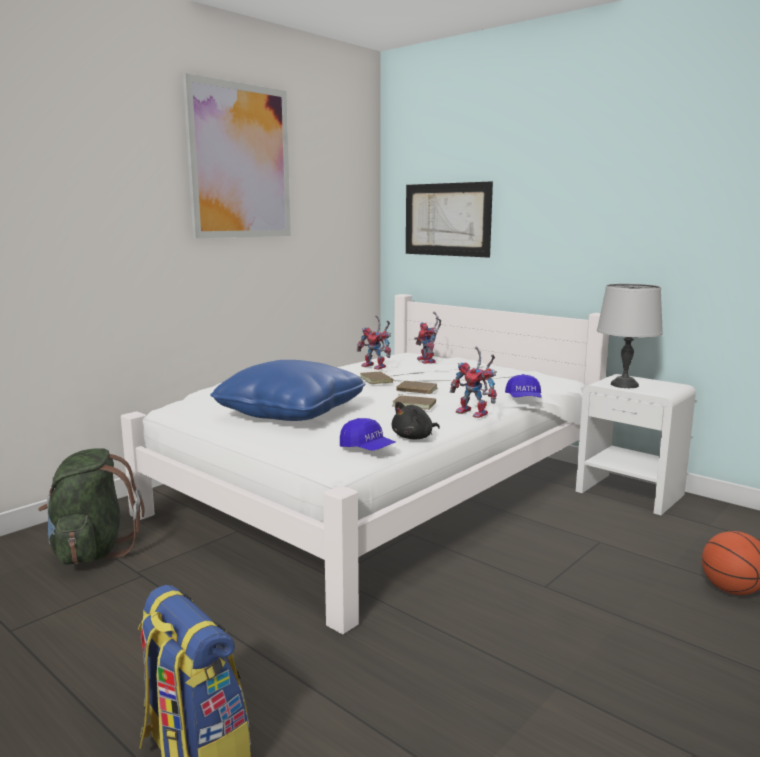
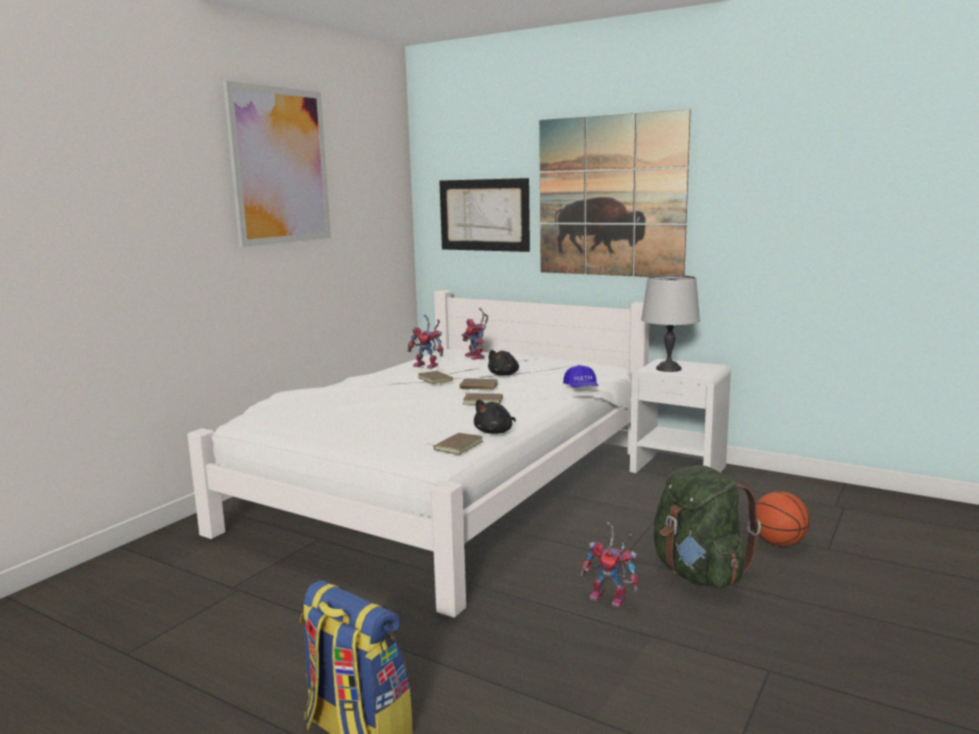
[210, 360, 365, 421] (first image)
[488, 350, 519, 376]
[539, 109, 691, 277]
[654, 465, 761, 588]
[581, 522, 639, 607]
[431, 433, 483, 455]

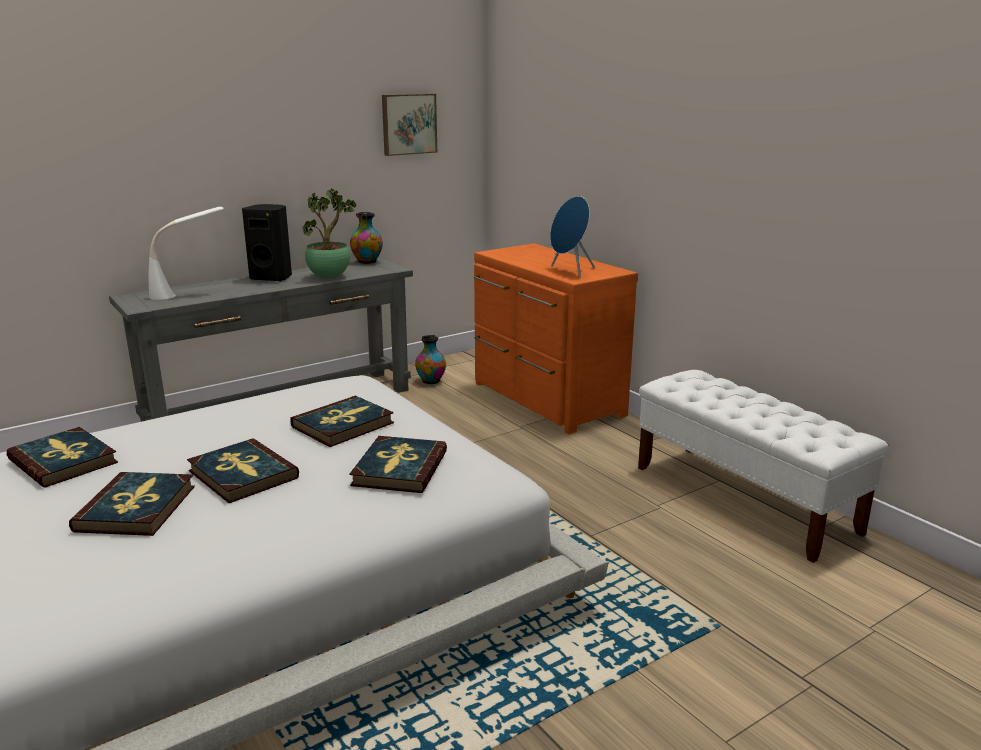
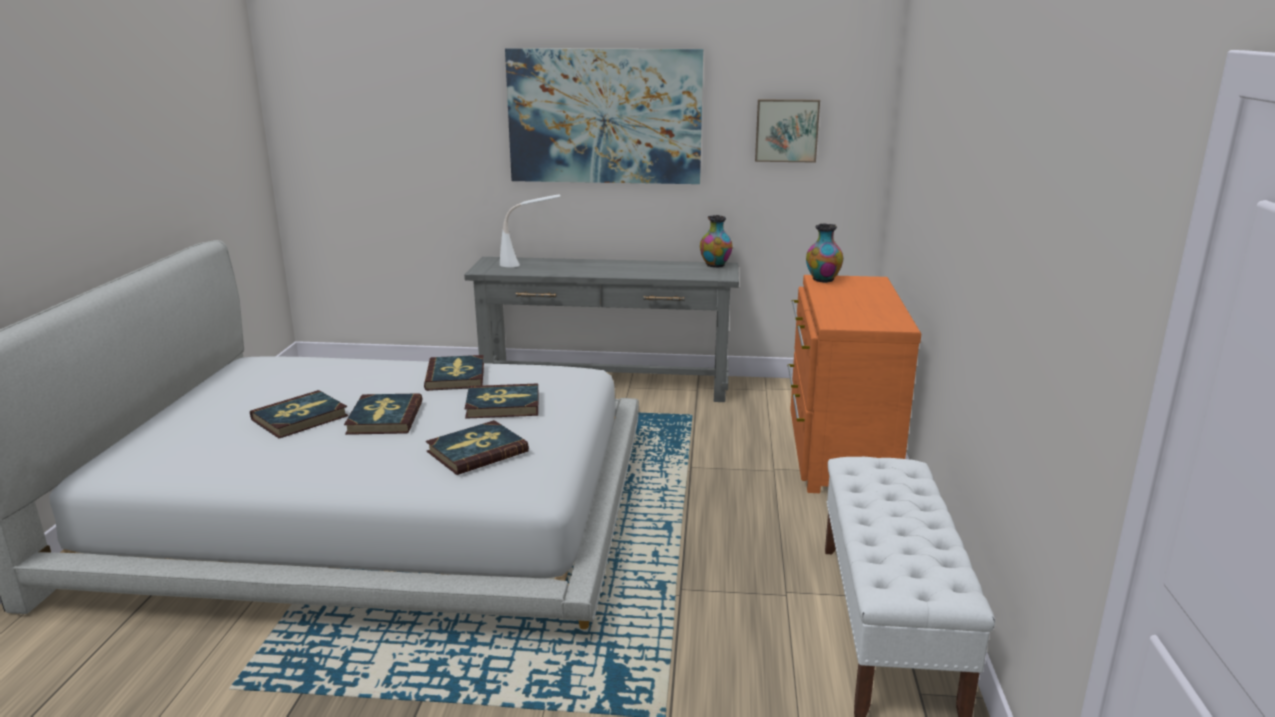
[242, 204, 292, 282] (first image)
[303, 188, 356, 278] (first image)
[550, 196, 595, 278] (first image)
[505, 48, 703, 184]
[424, 355, 484, 391]
[806, 223, 843, 283]

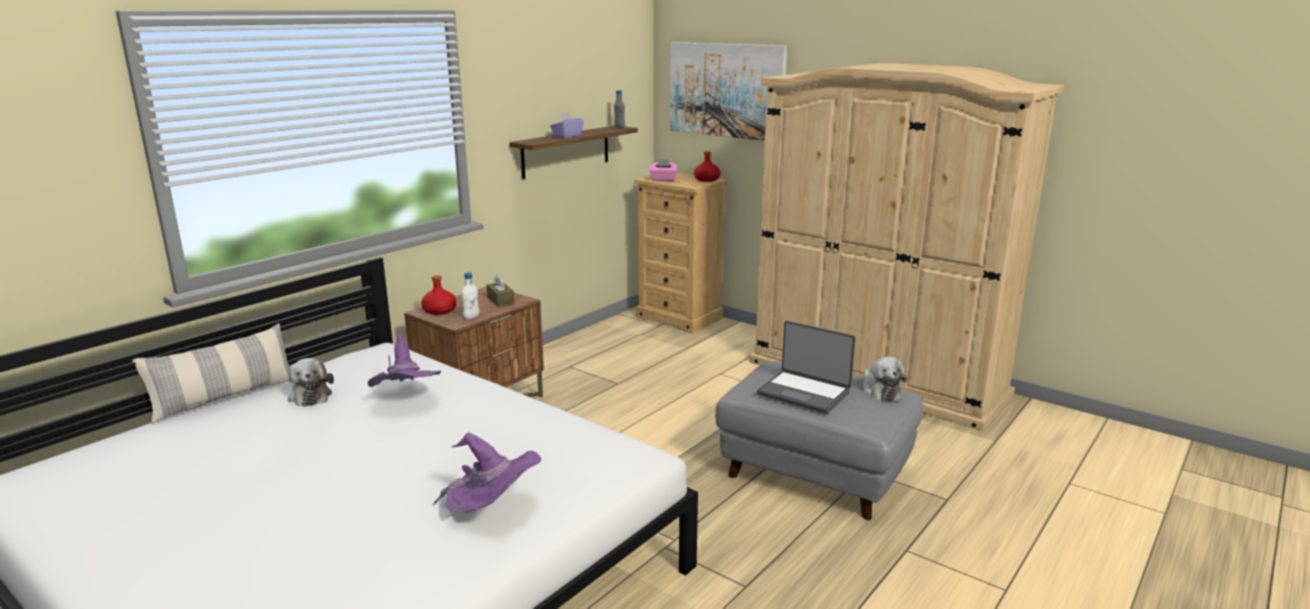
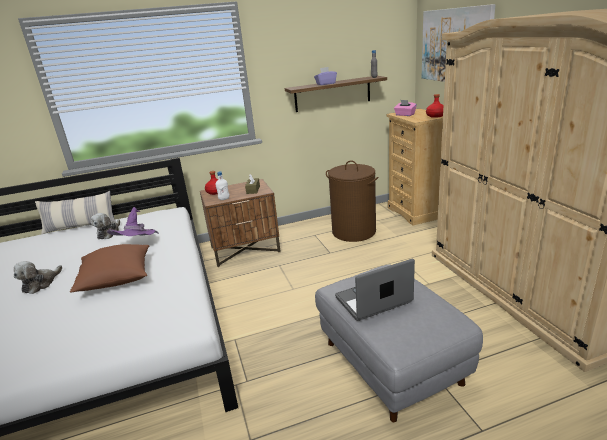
[432, 432, 541, 513] (first image)
[70, 244, 149, 292]
[326, 160, 378, 242]
[14, 261, 62, 294]
[335, 259, 415, 321]

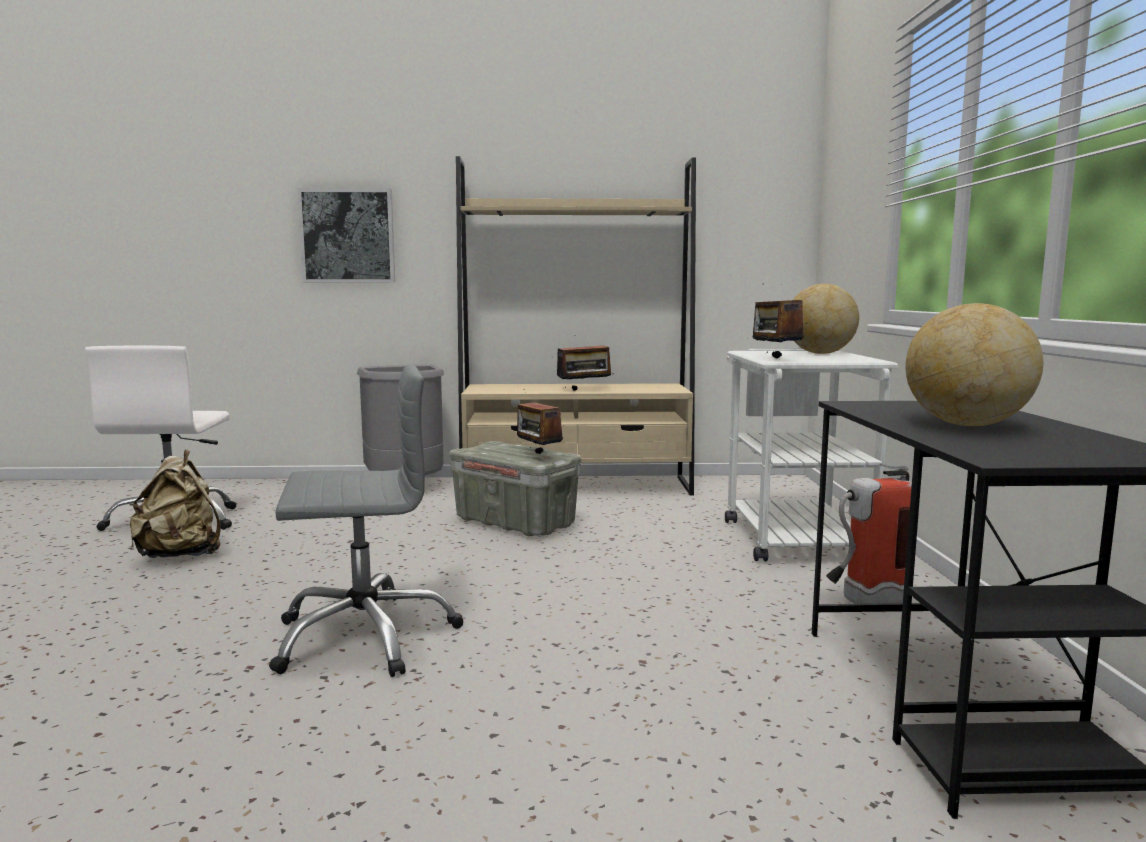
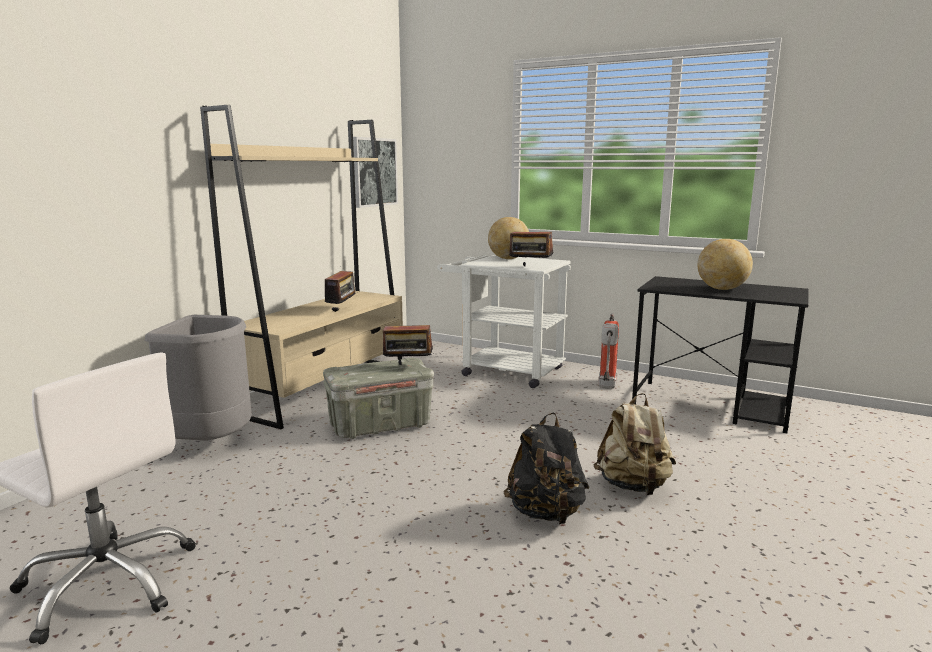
[593, 393, 676, 495]
[353, 137, 398, 208]
[503, 413, 589, 524]

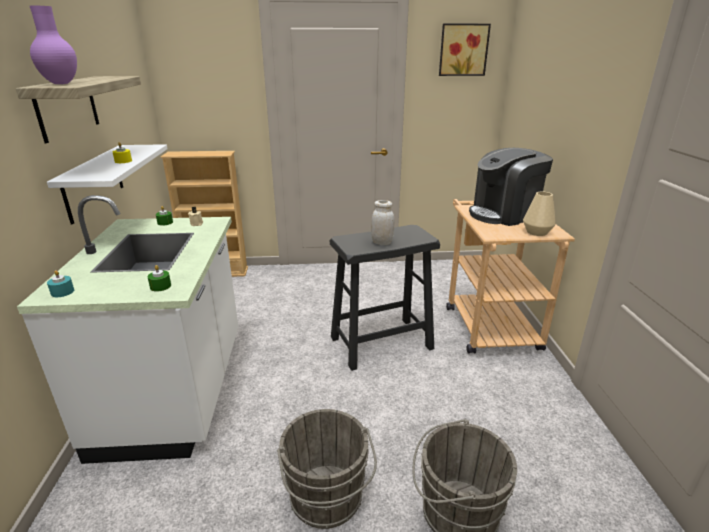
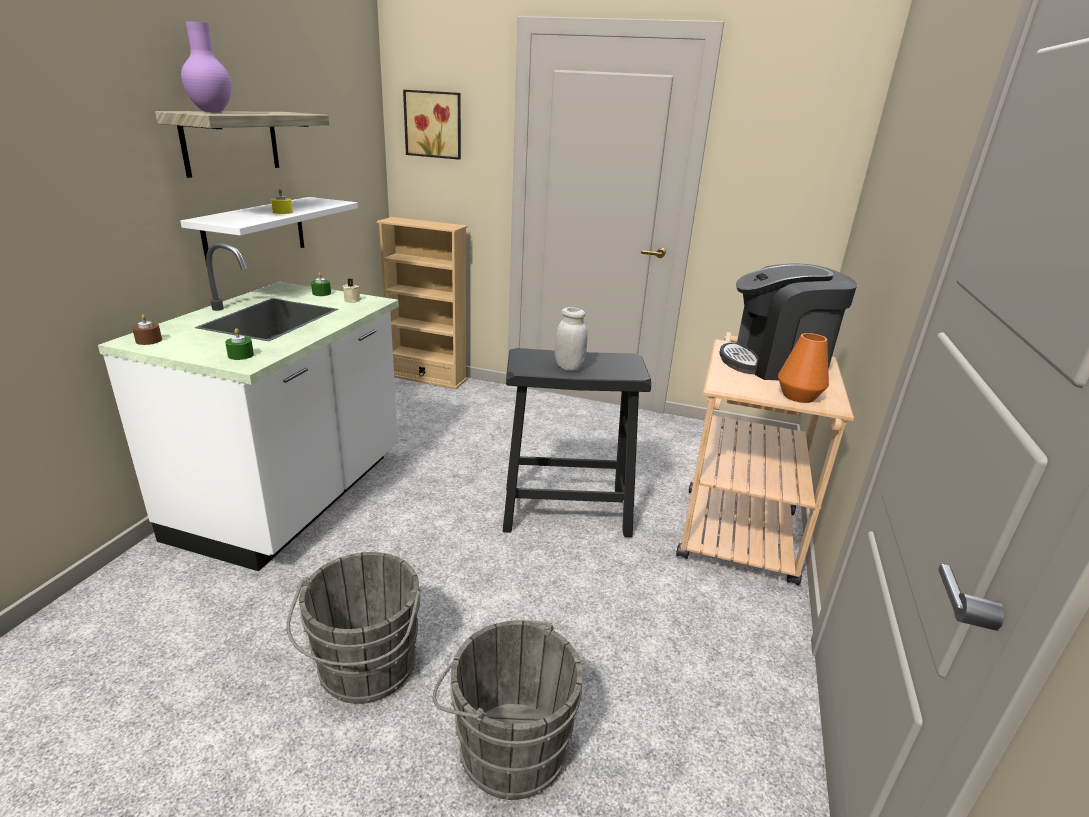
[403, 90, 461, 160]
[132, 314, 162, 345]
[778, 333, 829, 403]

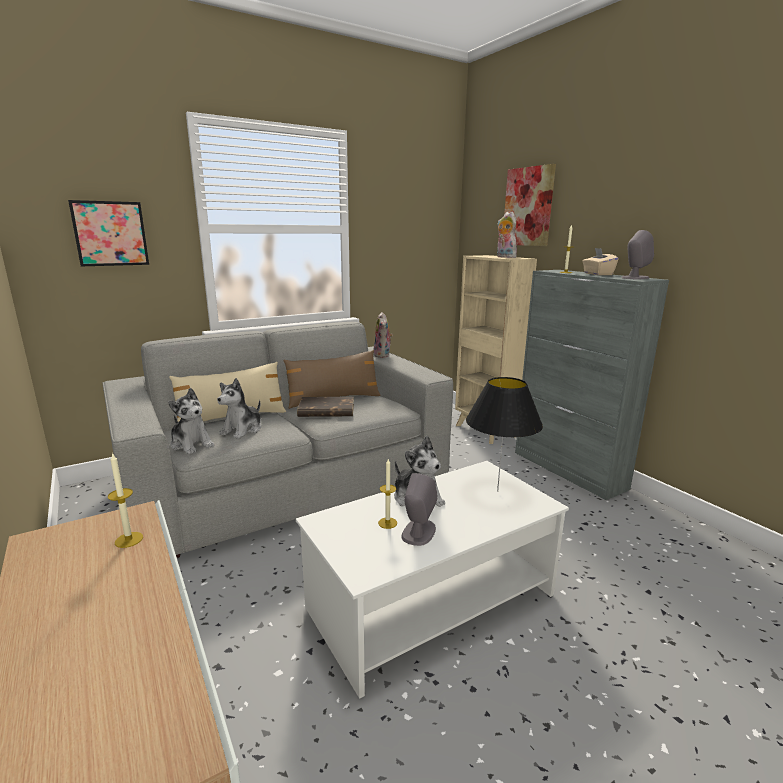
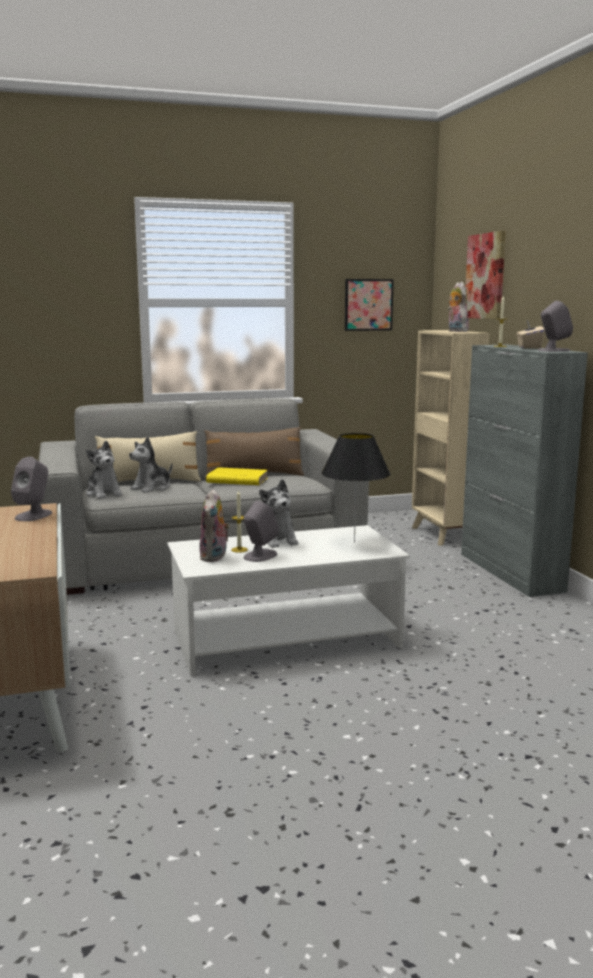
[345, 279, 394, 331]
[199, 489, 230, 562]
[11, 457, 52, 521]
[206, 467, 268, 485]

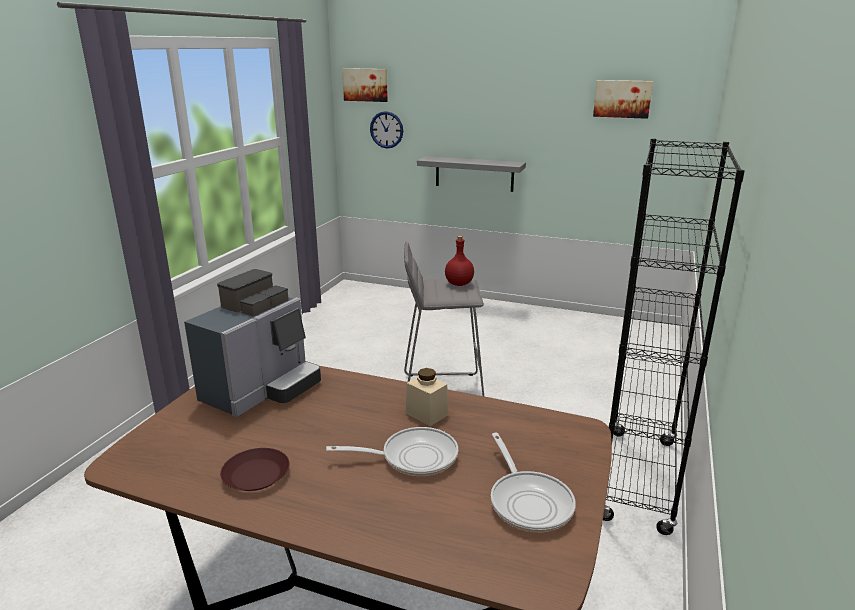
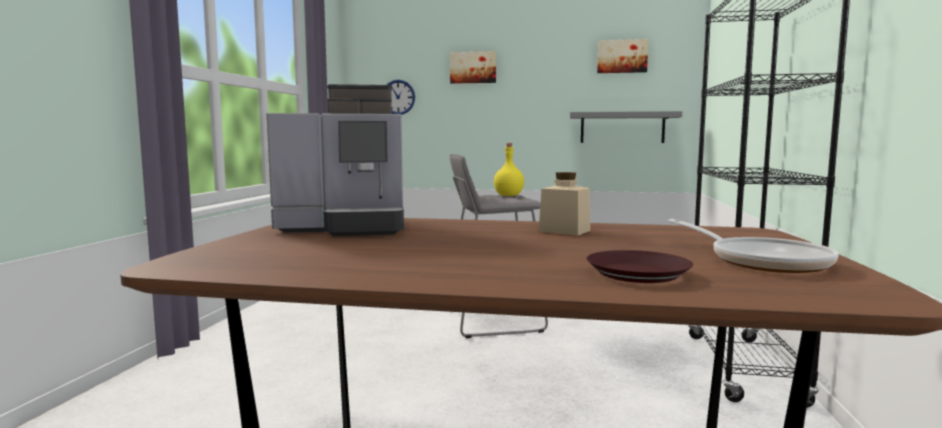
[326, 427, 458, 476] (first image)
[586, 250, 693, 283]
[450, 51, 496, 84]
[570, 111, 682, 143]
[494, 143, 524, 196]
[267, 84, 404, 236]

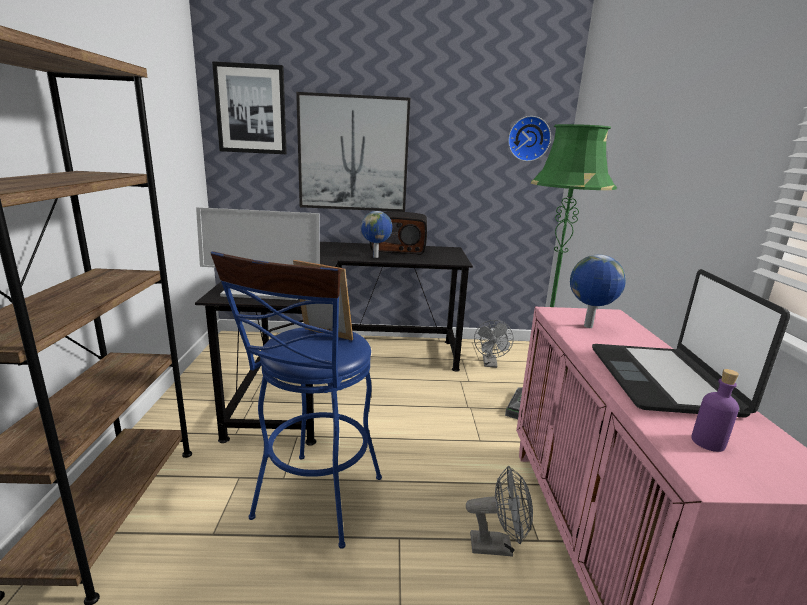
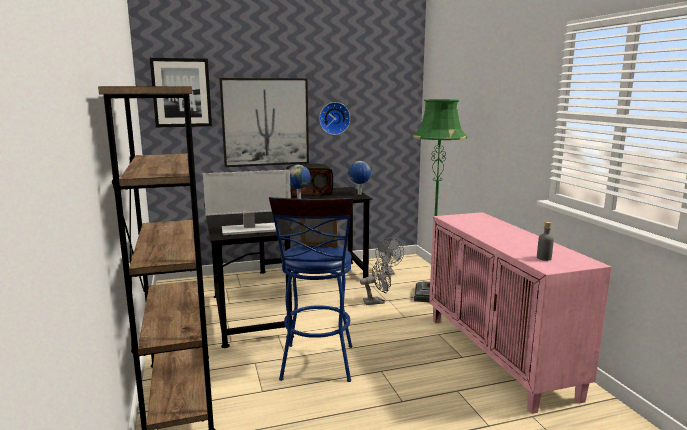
[592, 269, 790, 418] (first image)
[360, 260, 391, 305]
[319, 102, 350, 135]
[348, 161, 371, 195]
[537, 222, 554, 261]

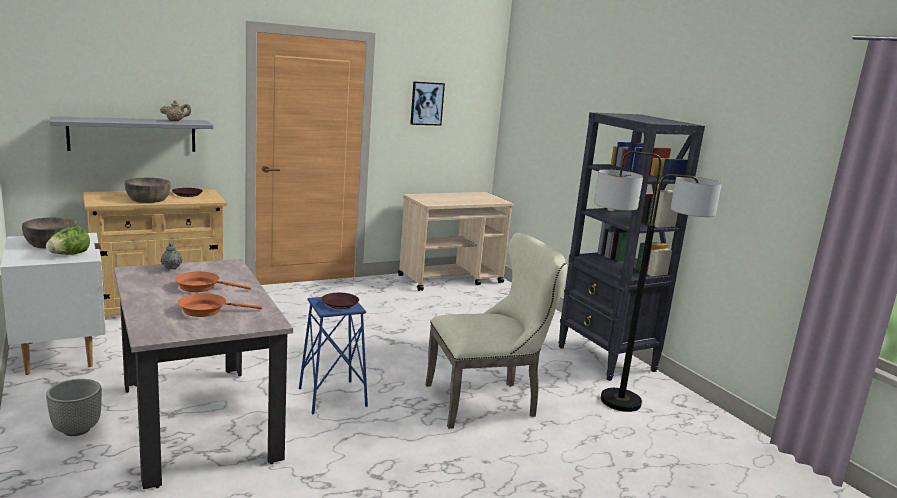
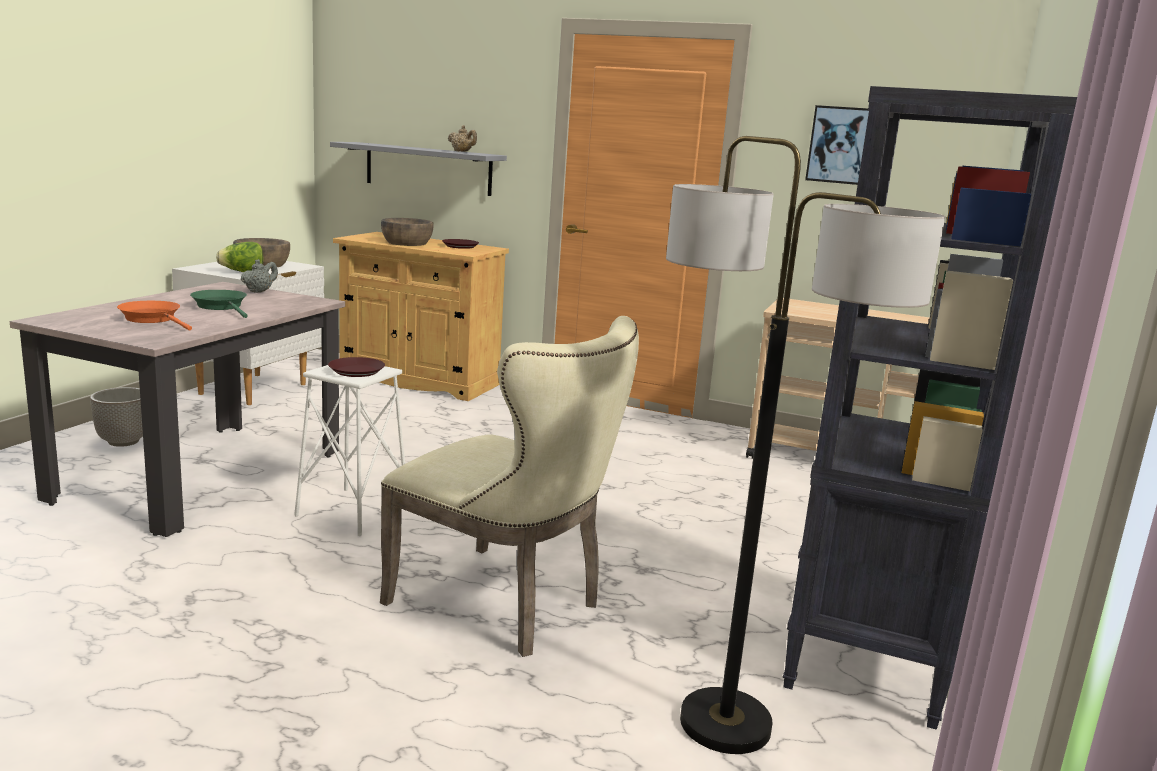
[190, 290, 247, 318]
[294, 365, 405, 536]

